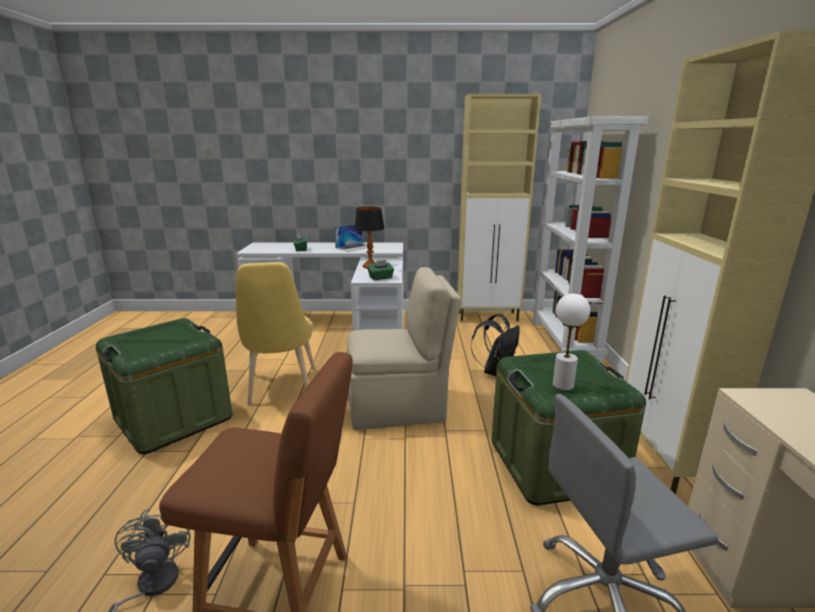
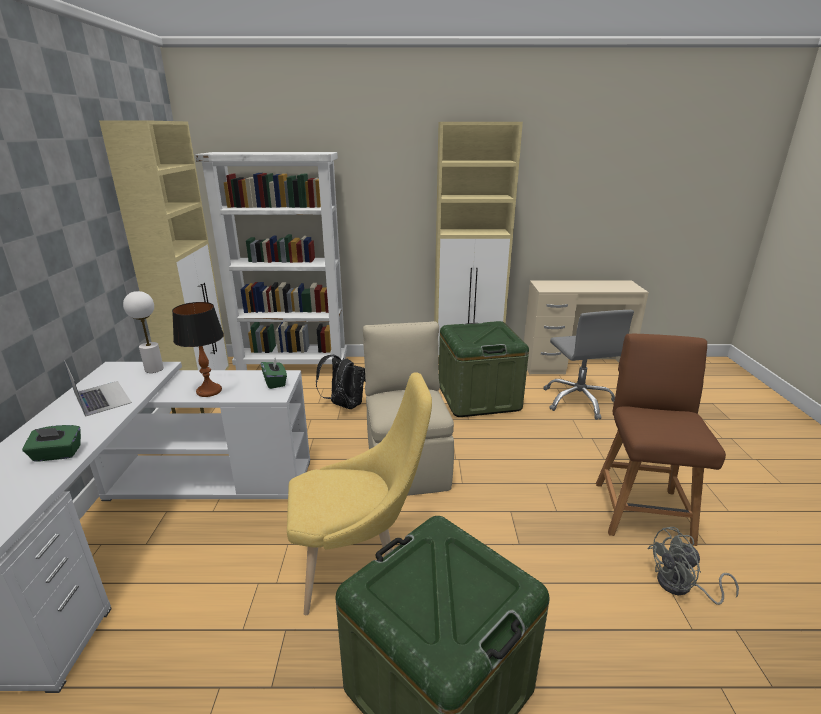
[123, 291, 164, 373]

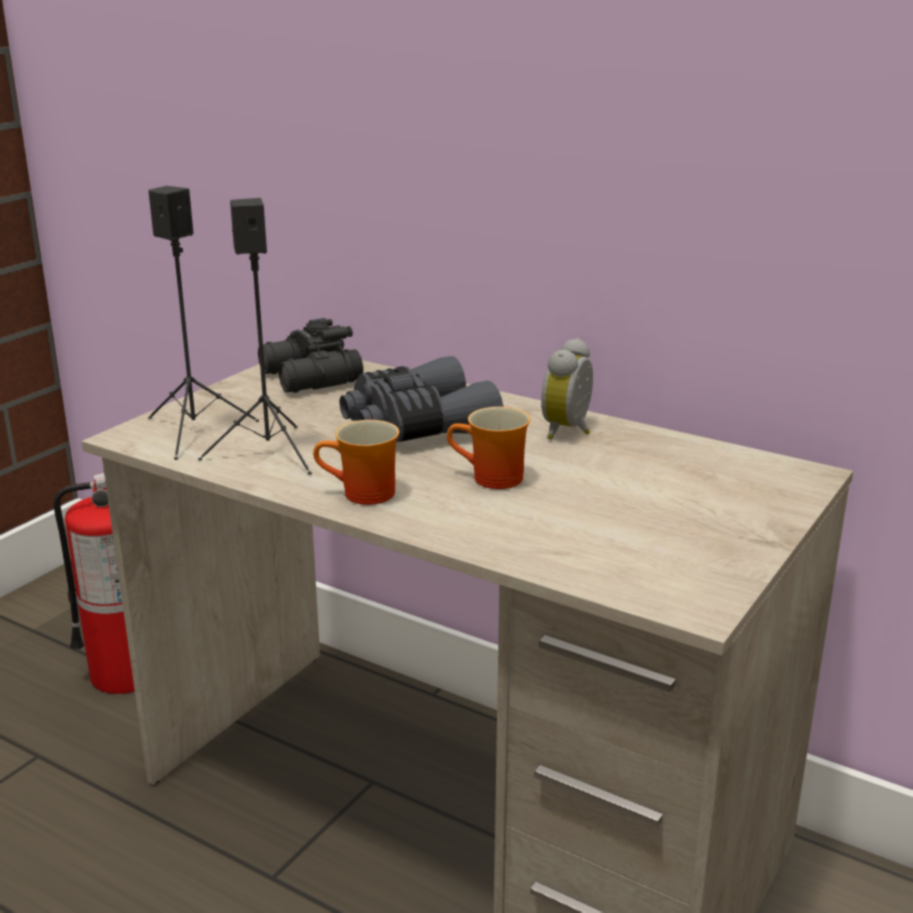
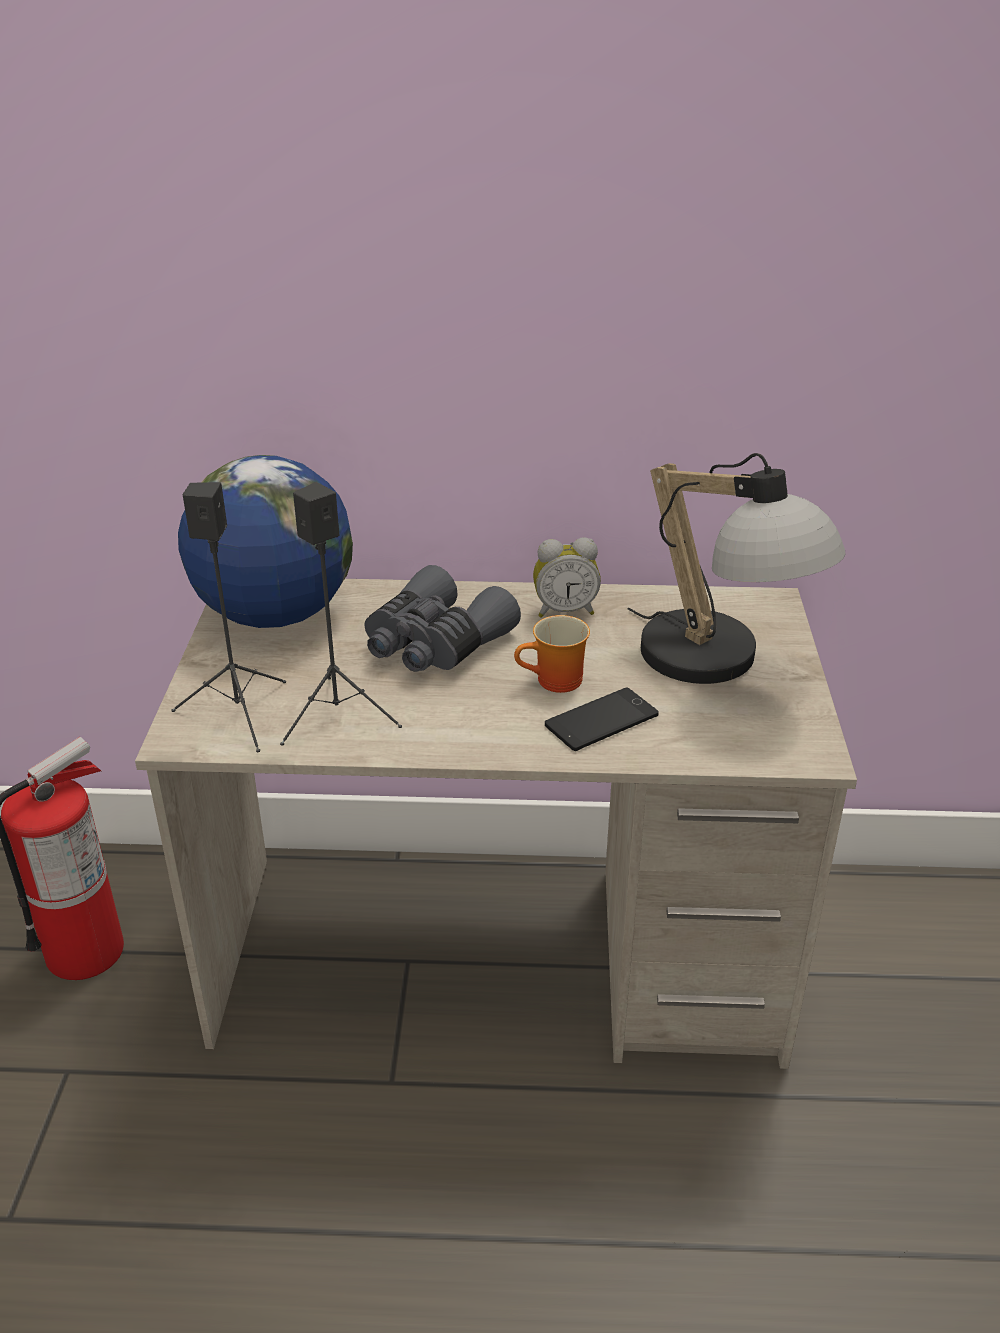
[313, 420, 400, 505] (first image)
[545, 688, 659, 751]
[628, 453, 846, 684]
[178, 455, 353, 628]
[533, 537, 601, 618]

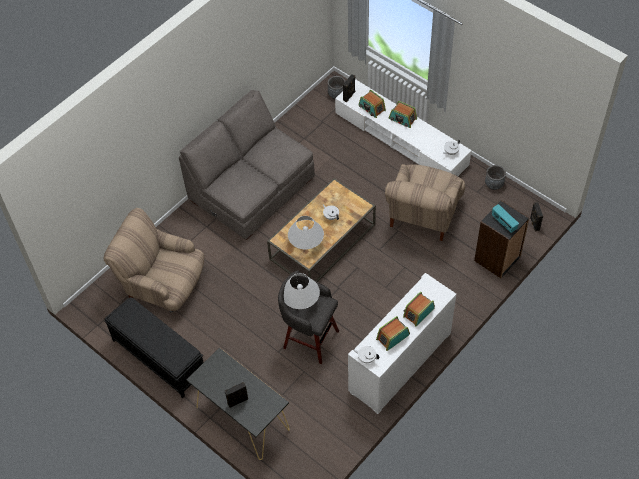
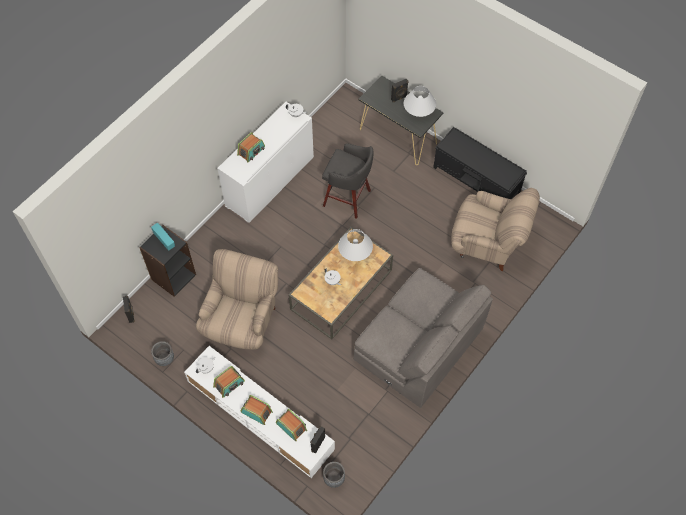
[404, 86, 436, 117]
[213, 366, 245, 398]

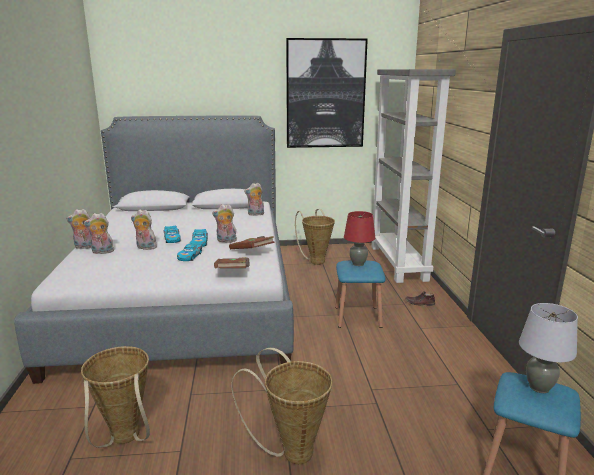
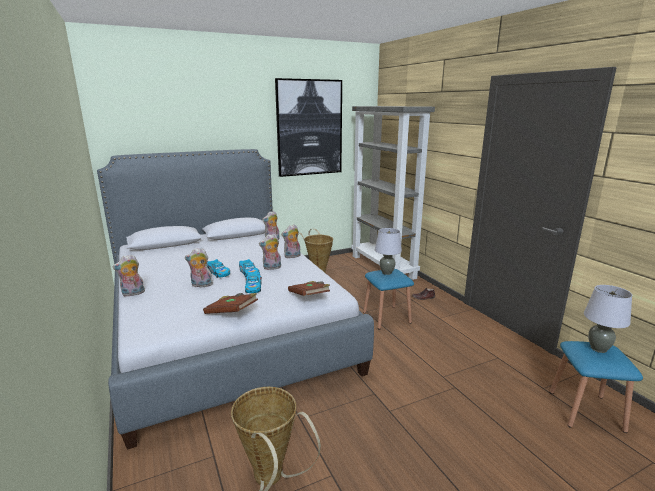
[232, 348, 332, 464] (first image)
[281, 224, 301, 258]
[203, 293, 258, 314]
[375, 228, 402, 275]

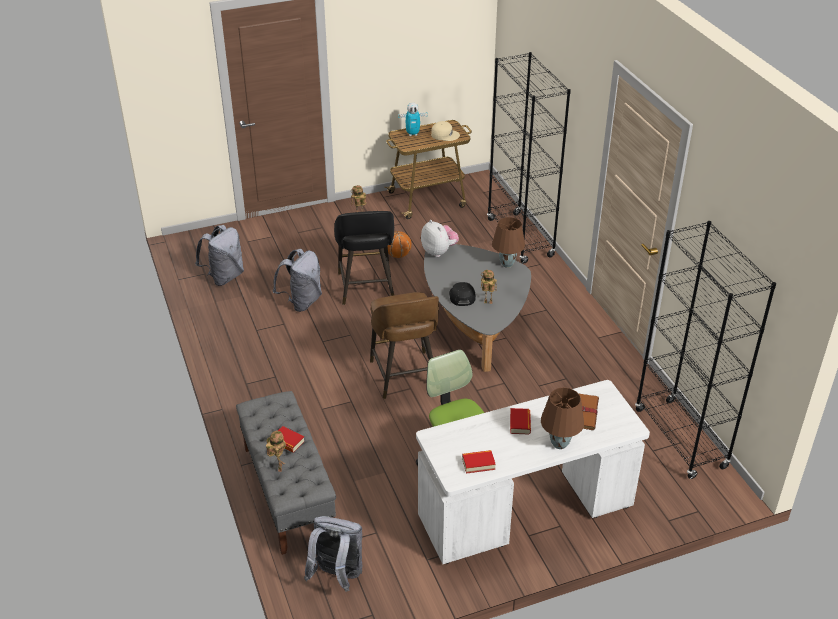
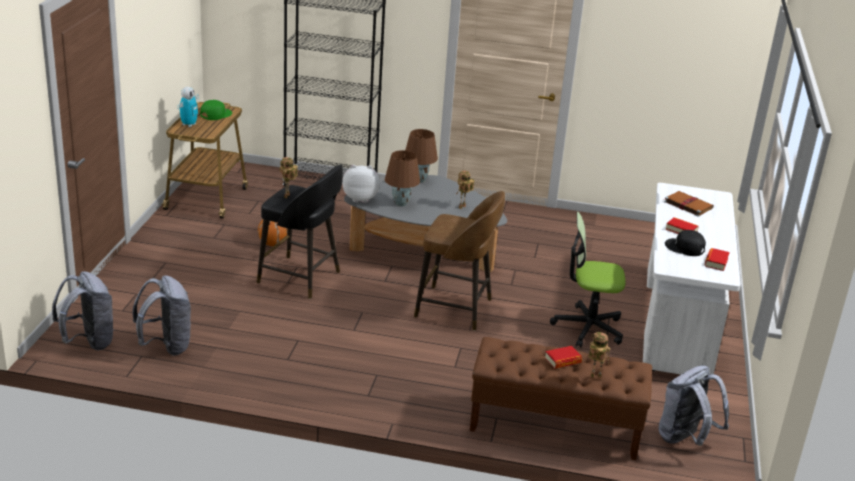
[635, 221, 776, 479] (first image)
[52, 271, 114, 350]
[665, 230, 706, 256]
[385, 150, 420, 206]
[470, 337, 652, 460]
[200, 100, 232, 120]

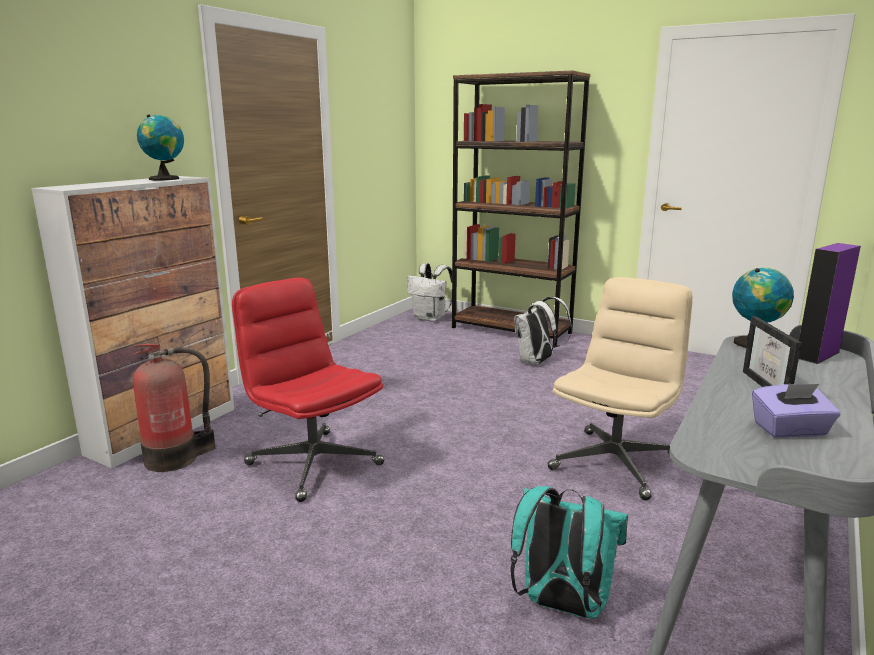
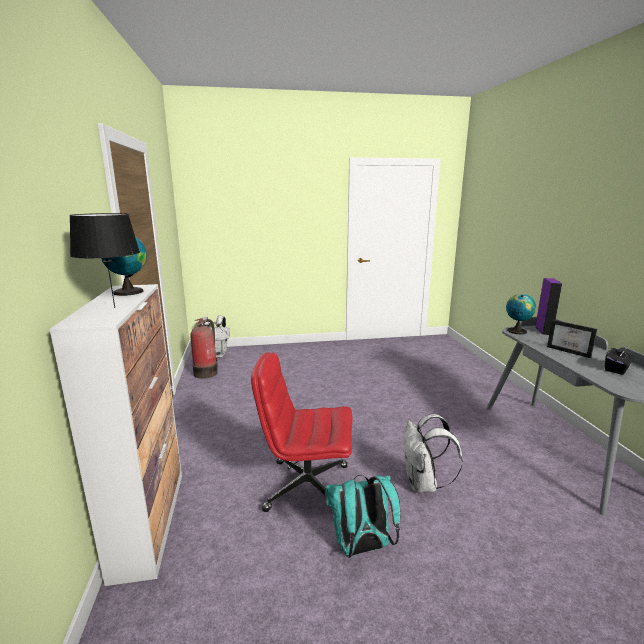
[452, 70, 591, 346] (first image)
[547, 277, 693, 500] (first image)
[69, 213, 140, 308]
[190, 318, 218, 379]
[325, 475, 400, 558]
[403, 414, 463, 492]
[605, 348, 634, 375]

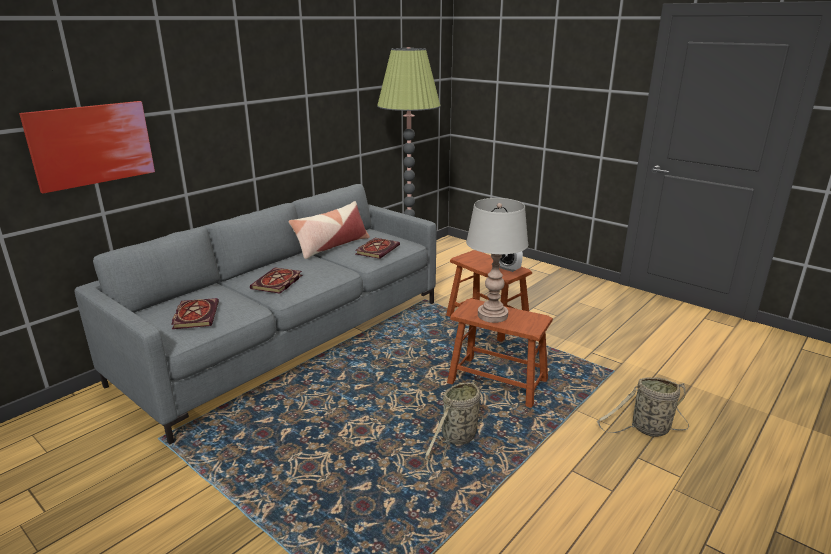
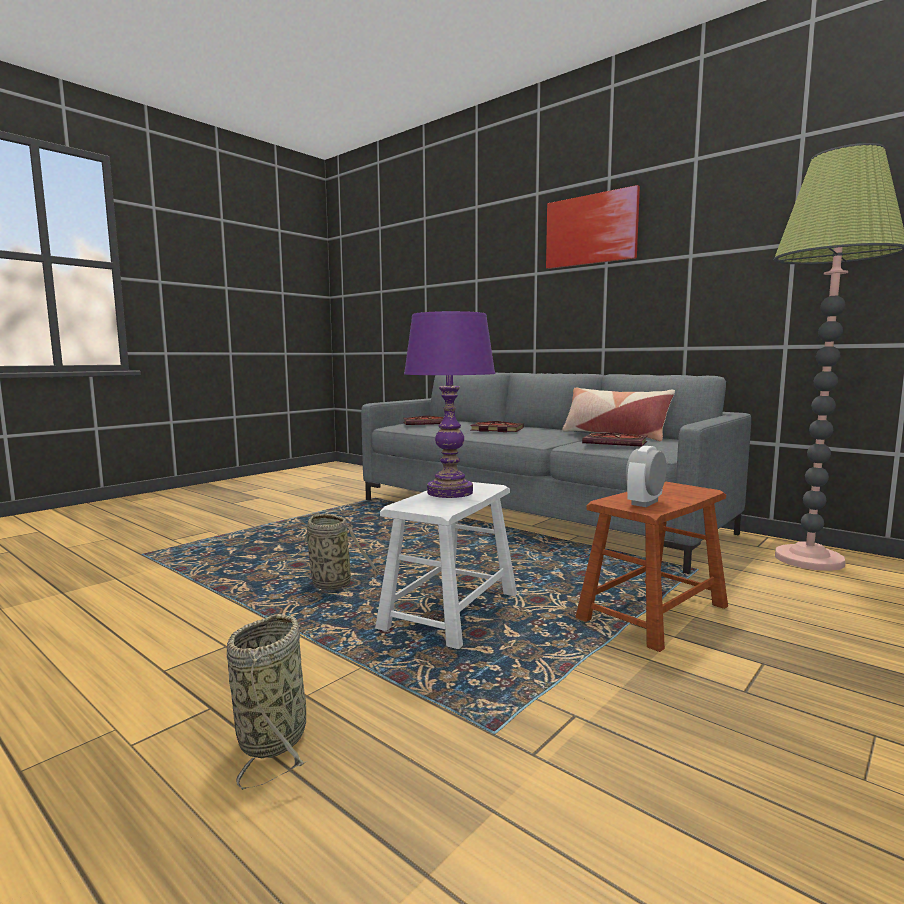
[546, 185, 640, 269]
[375, 482, 517, 649]
[404, 311, 496, 498]

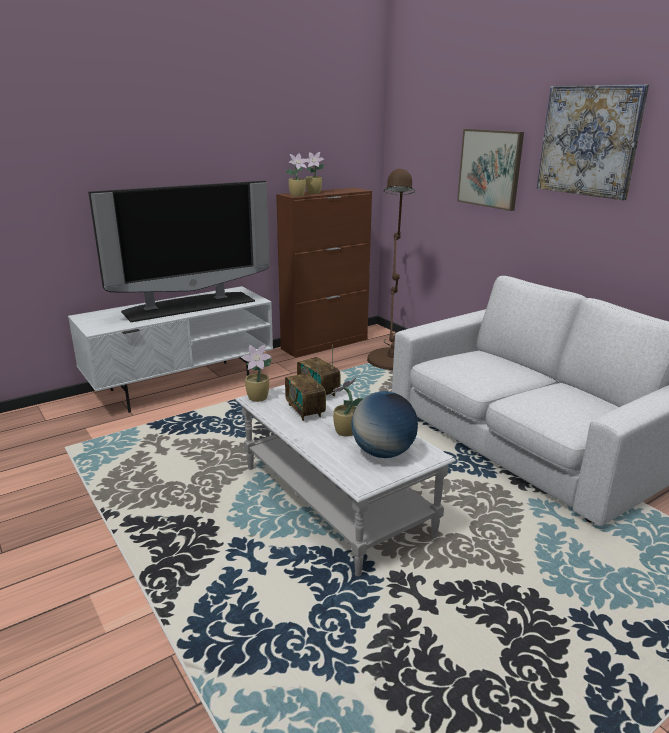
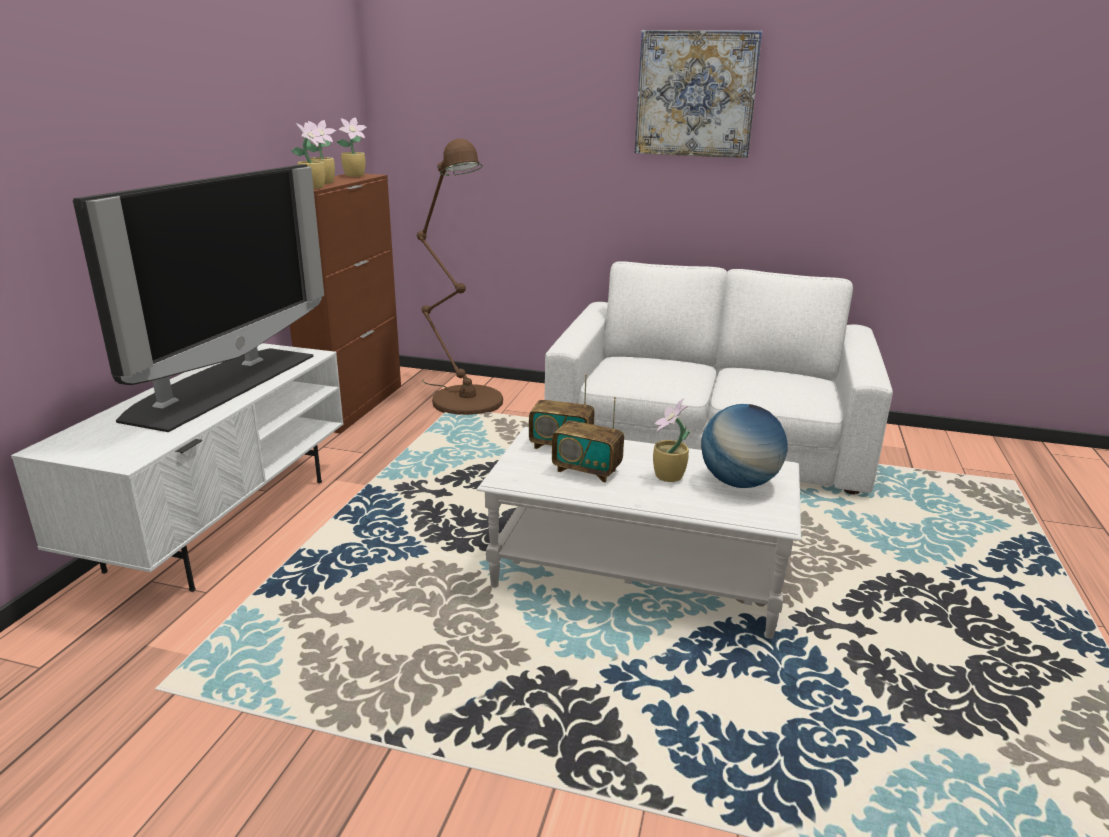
[457, 129, 524, 211] (first image)
[337, 117, 367, 177]

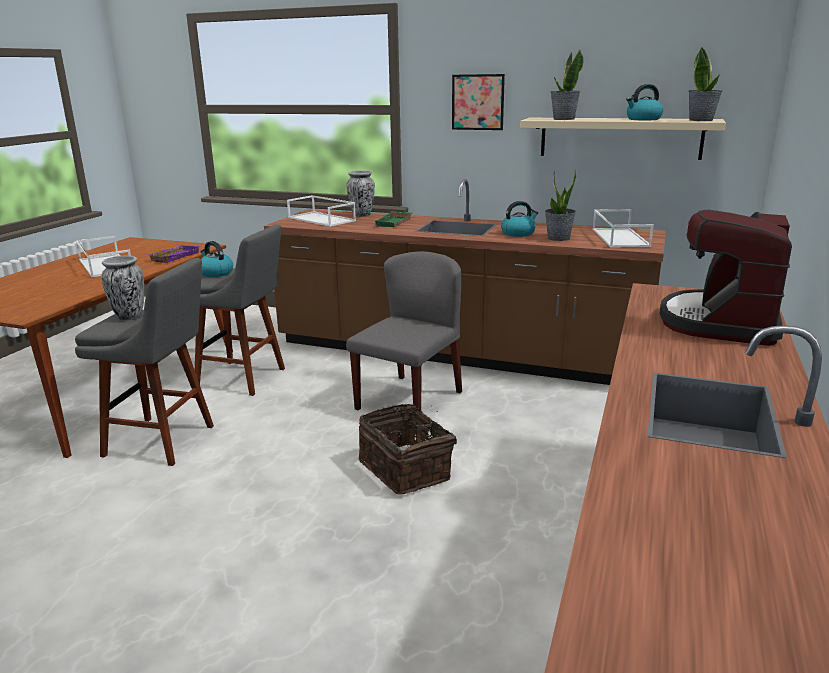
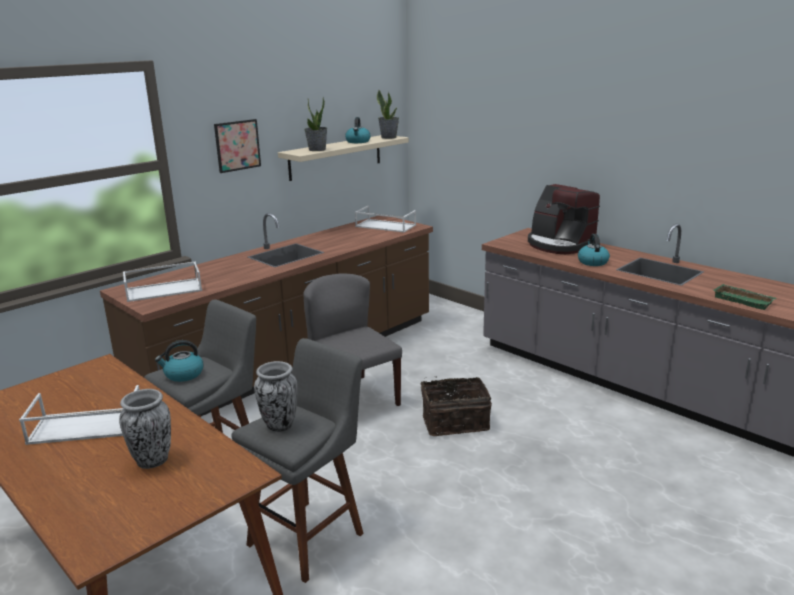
[149, 245, 200, 263] (first image)
[545, 170, 576, 241] (first image)
[119, 389, 171, 469]
[713, 284, 776, 310]
[578, 234, 610, 266]

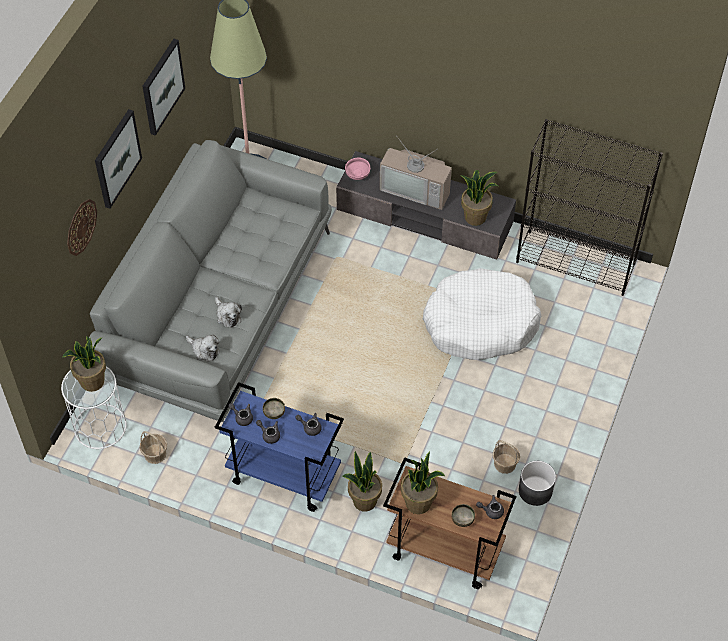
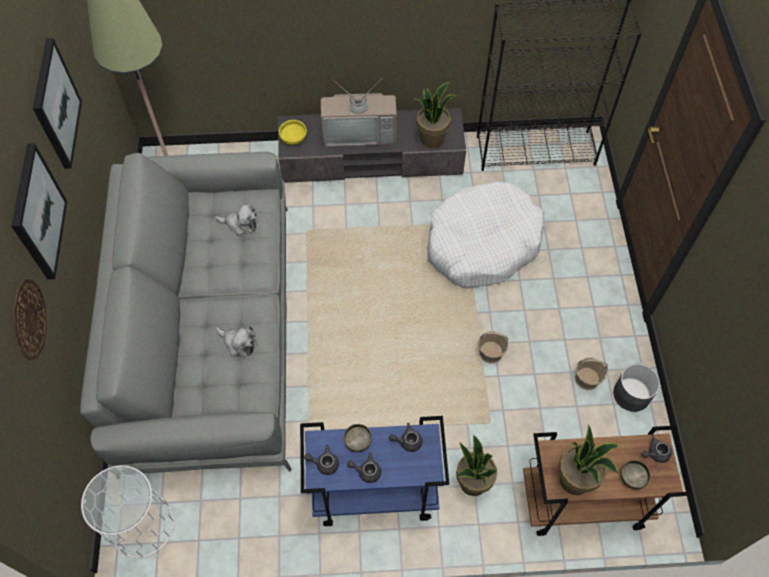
[62, 336, 106, 392] (first image)
[478, 331, 508, 363]
[215, 203, 258, 236]
[279, 120, 307, 145]

